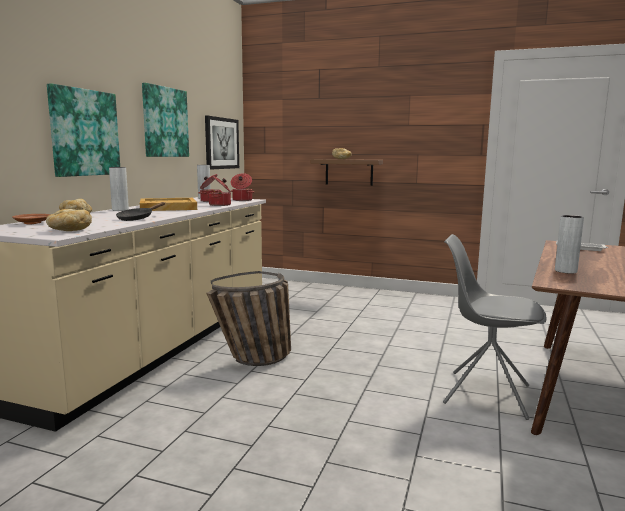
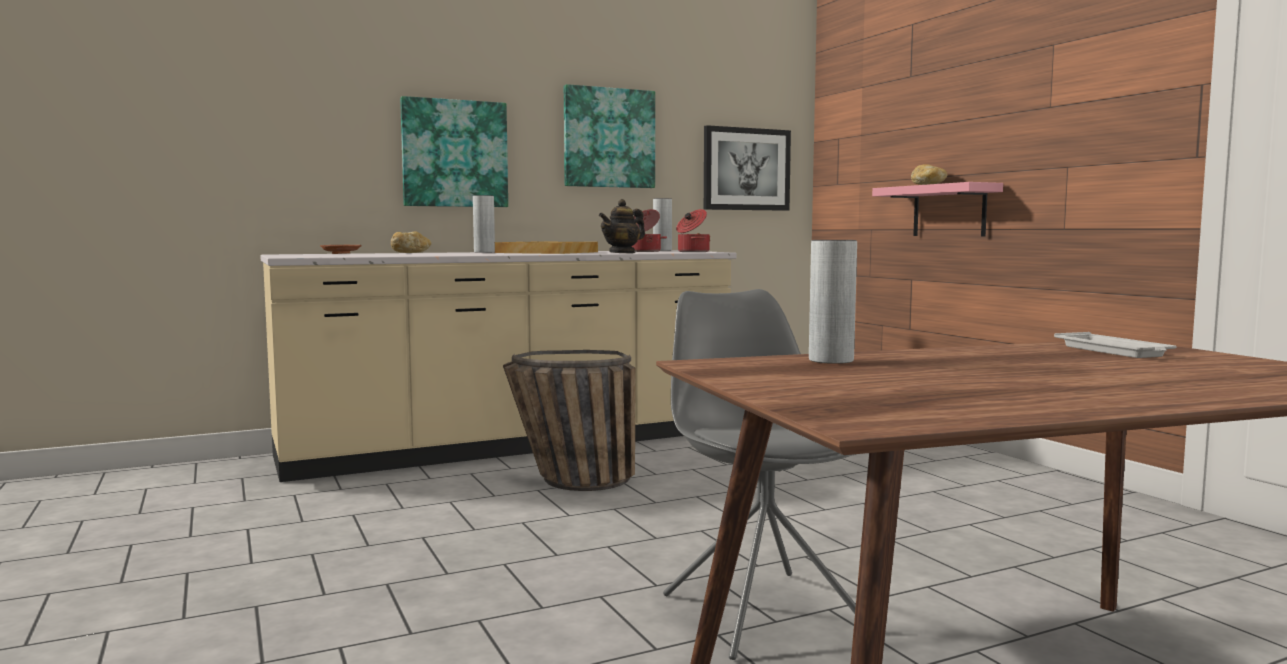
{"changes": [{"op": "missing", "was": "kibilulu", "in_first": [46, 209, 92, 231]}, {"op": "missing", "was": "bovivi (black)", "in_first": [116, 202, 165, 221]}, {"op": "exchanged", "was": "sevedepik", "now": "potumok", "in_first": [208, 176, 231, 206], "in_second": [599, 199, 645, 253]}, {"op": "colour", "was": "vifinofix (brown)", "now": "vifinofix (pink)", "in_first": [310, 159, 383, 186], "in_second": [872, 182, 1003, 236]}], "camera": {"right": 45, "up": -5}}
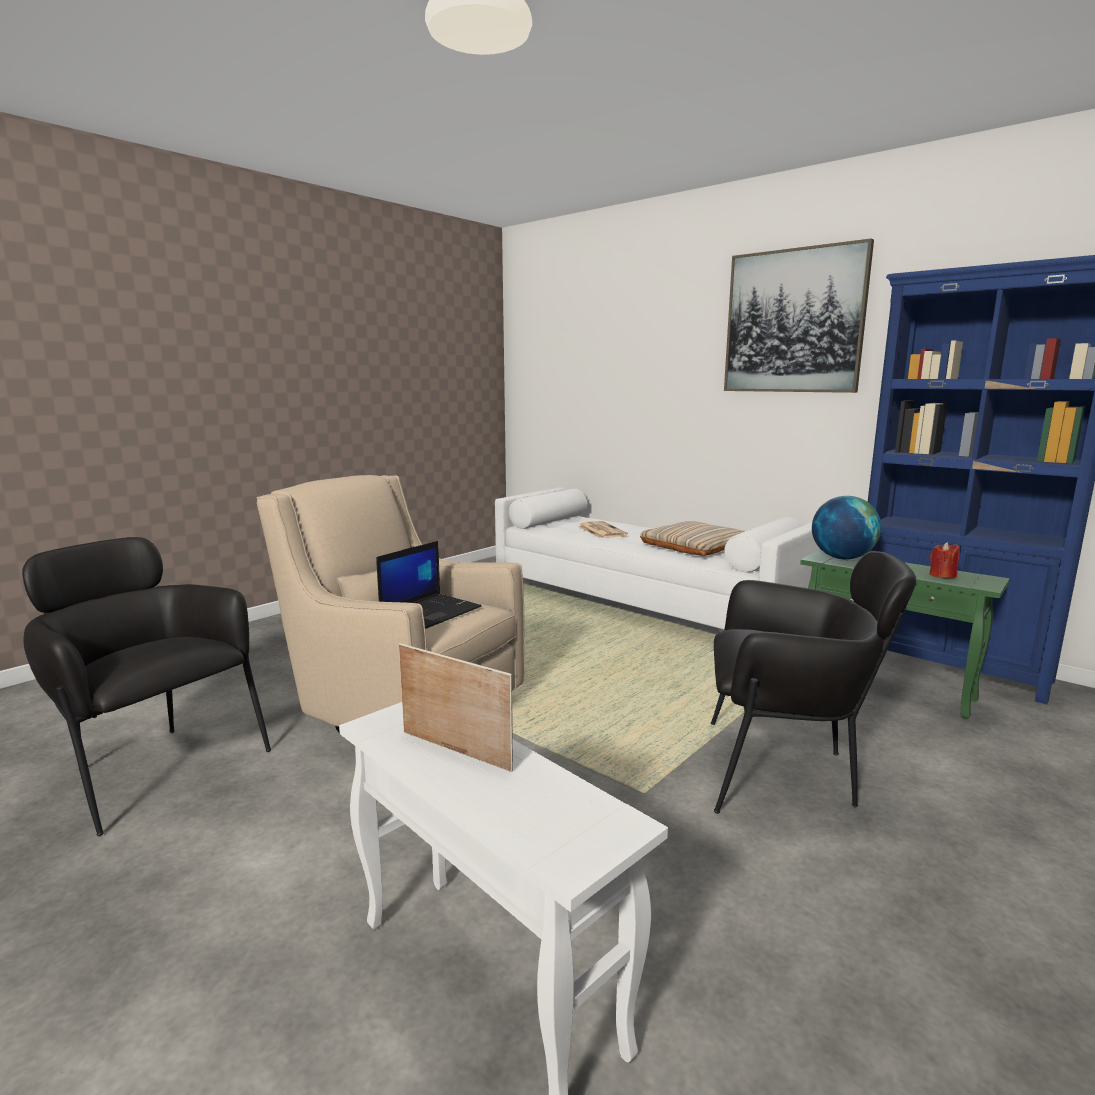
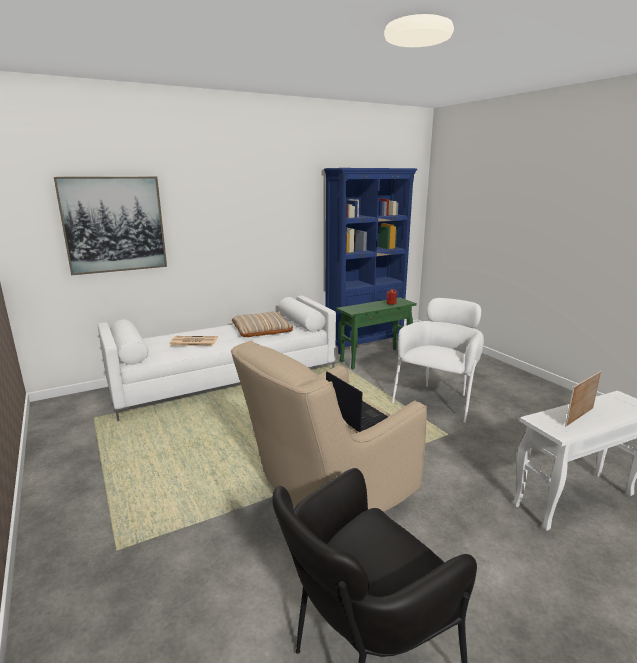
{"changes": [{"op": "missing", "was": "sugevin", "in_first": [812, 496, 881, 559]}, {"op": "relocated", "was": "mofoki", "in_first": [724, 238, 874, 393], "in_second": [54, 177, 167, 275]}, {"op": "colour", "was": "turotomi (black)", "now": "turotomi (white)", "in_first": [711, 551, 916, 814], "in_second": [392, 298, 484, 423]}], "camera": {"right": -70, "up": 5}}
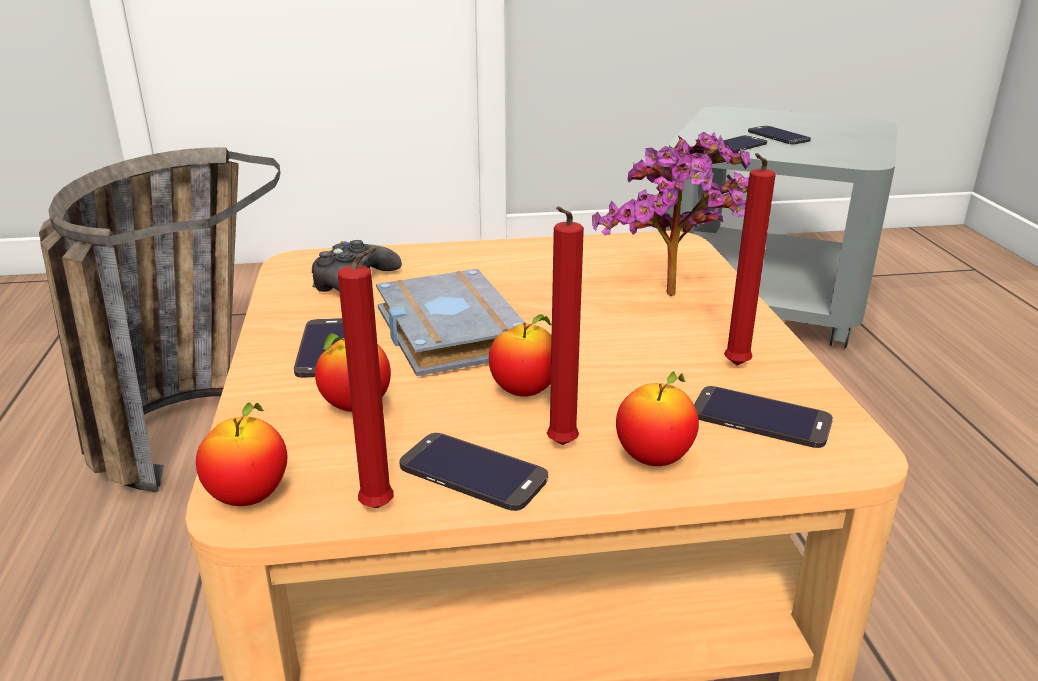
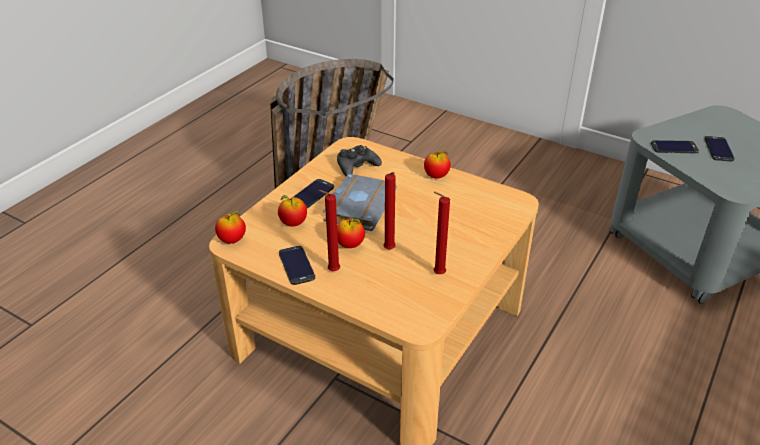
{"changes": [{"op": "missing", "was": "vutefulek", "in_first": [592, 132, 751, 296]}, {"op": "missing", "was": "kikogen", "in_first": [694, 386, 833, 448]}, {"op": "relocated", "was": "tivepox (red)", "in_first": [338, 246, 394, 508], "in_second": [384, 172, 396, 250]}, {"op": "relocated", "was": "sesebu", "in_first": [616, 371, 699, 466], "in_second": [424, 150, 451, 179]}], "camera": {"right": 40, "up": 10}}
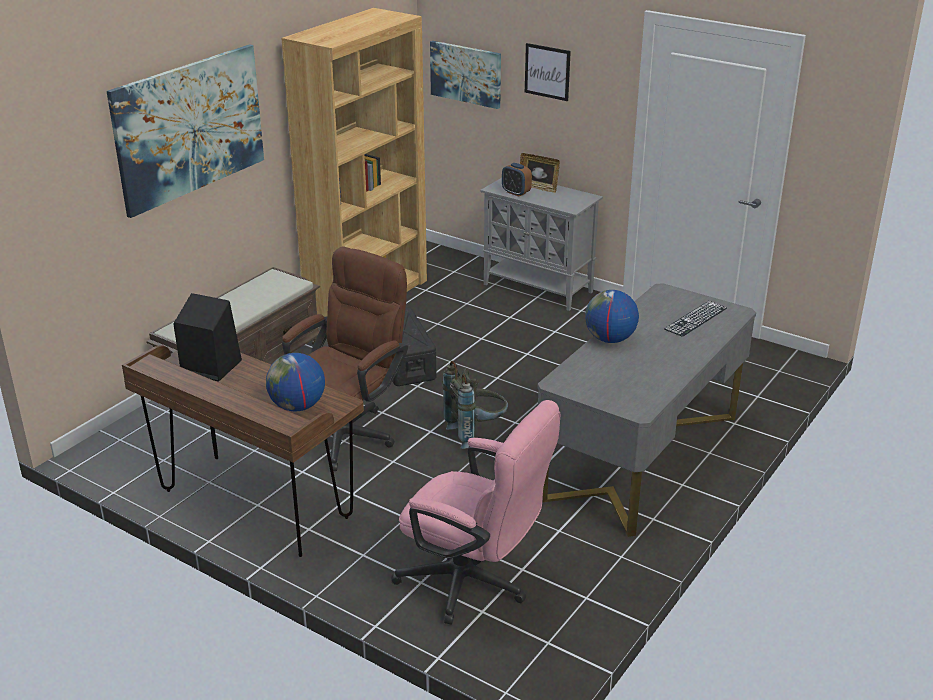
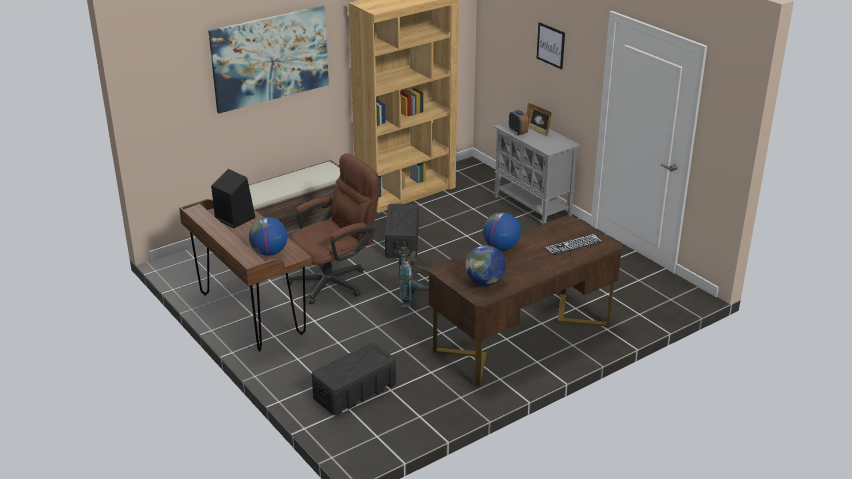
{"changes": [{"op": "missing", "was": "mofoki", "in_first": [430, 41, 501, 109]}, {"op": "appeared", "now": "sugevin", "in_second": [465, 245, 506, 286]}, {"op": "exchanged", "was": "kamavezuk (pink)", "now": "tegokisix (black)", "in_first": [391, 400, 560, 625], "in_second": [312, 343, 396, 416]}, {"op": "colour", "was": "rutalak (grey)", "now": "rutalak (brown)", "in_first": [537, 283, 756, 537], "in_second": [428, 215, 622, 387]}], "camera": {"right": 20, "up": 0}}
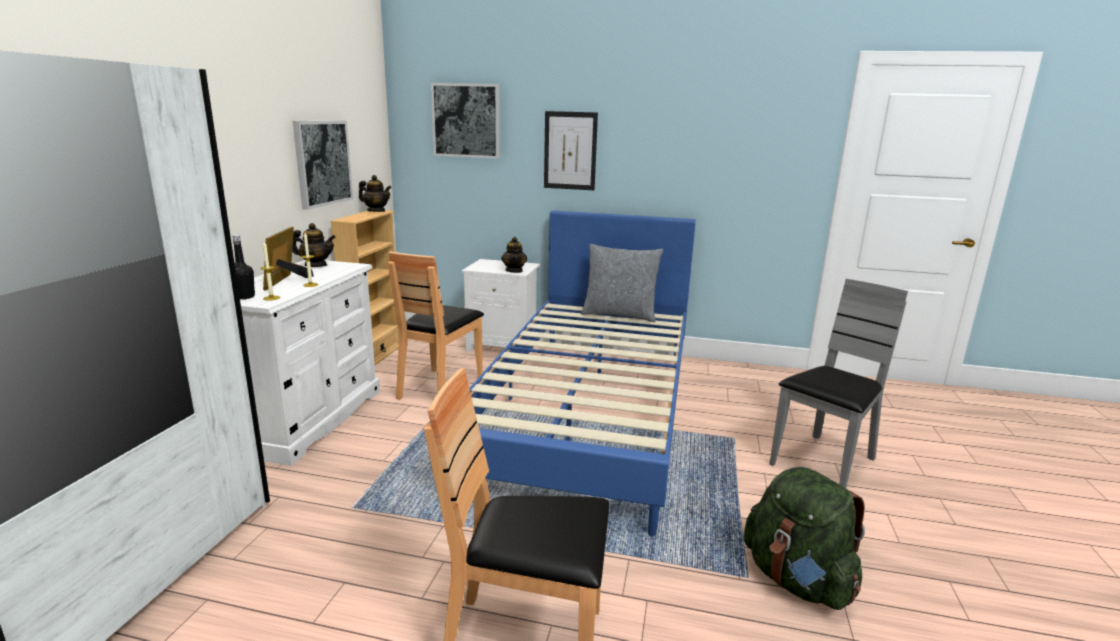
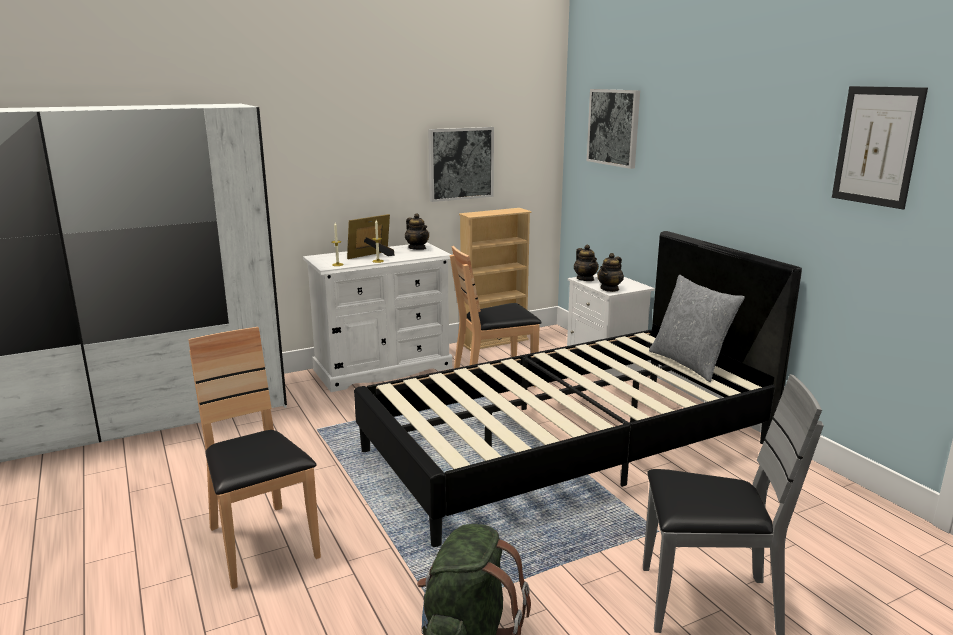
{"changes": [{"op": "missing", "was": "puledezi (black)", "in_first": [232, 235, 255, 299]}, {"op": "relocated", "was": "potumok", "in_first": [359, 175, 391, 212], "in_second": [574, 245, 599, 281]}, {"op": "relocated", "was": "mofoki", "in_first": [544, 111, 598, 190], "in_second": [832, 86, 928, 210]}, {"op": "colour", "was": "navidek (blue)", "now": "navidek (black)", "in_first": [469, 210, 696, 536], "in_second": [354, 231, 802, 547]}], "camera": {"right": 50, "up": 0}}
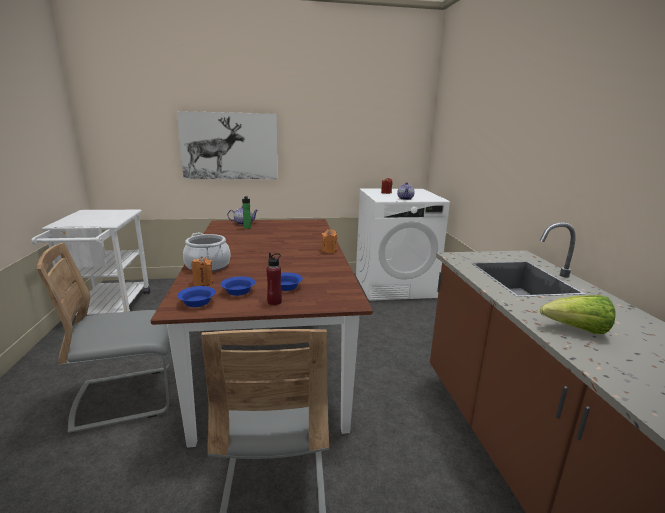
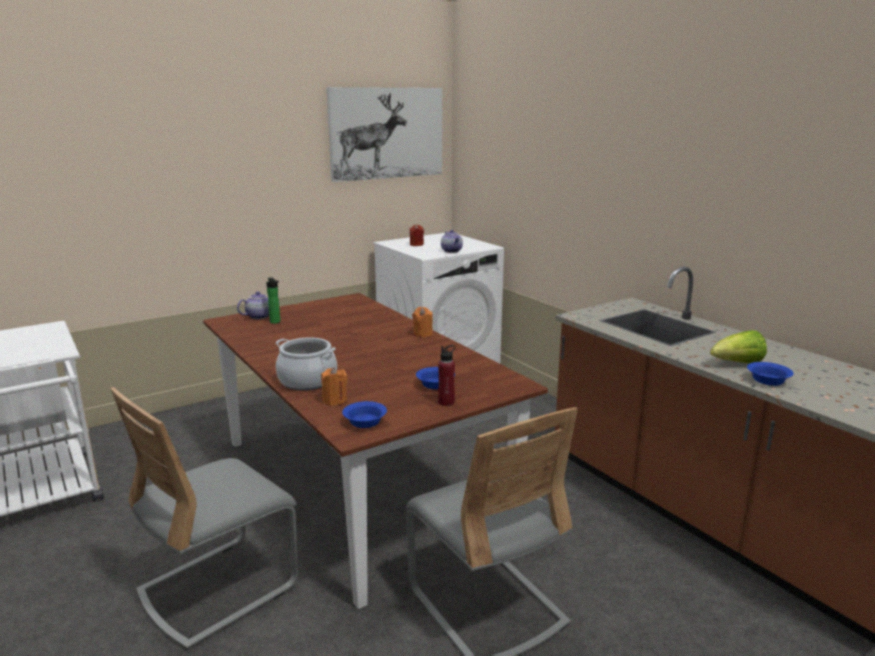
{"changes": [{"op": "relocated", "was": "mofoki", "in_first": [176, 111, 278, 180], "in_second": [327, 87, 442, 182]}, {"op": "relocated", "was": "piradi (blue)", "in_first": [220, 276, 255, 296], "in_second": [747, 362, 794, 386]}], "camera": {"right": -25, "up": 0}}
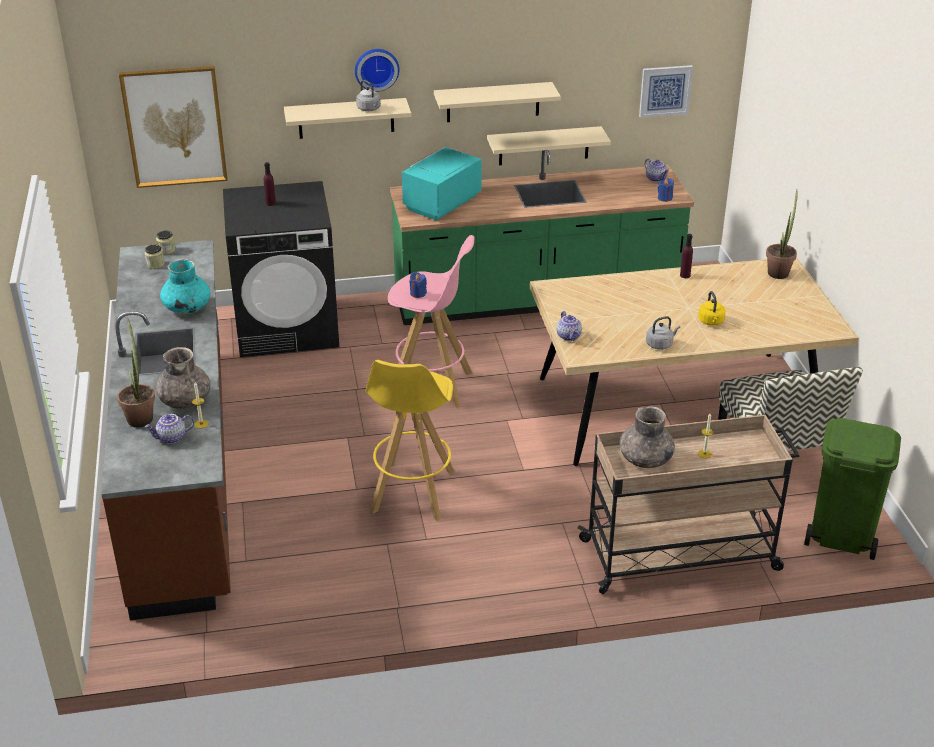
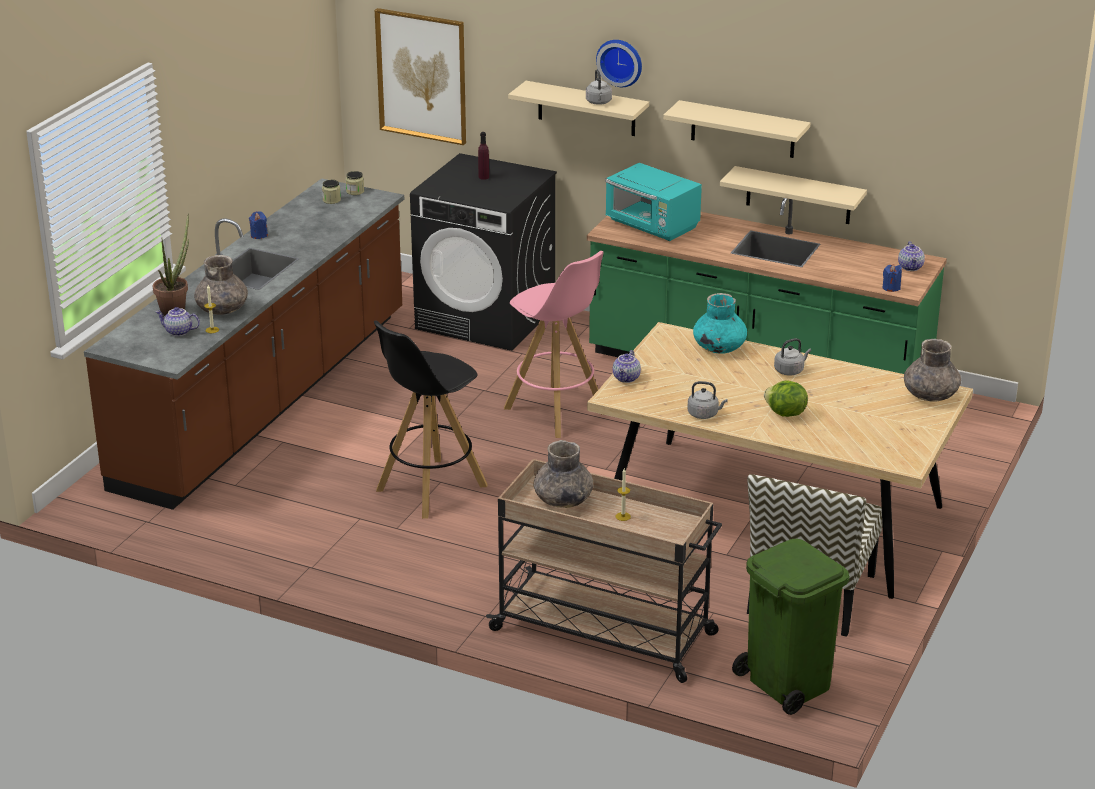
{"changes": [{"op": "missing", "was": "mofoki", "in_first": [639, 65, 693, 118]}, {"op": "missing", "was": "puledezi (purple)", "in_first": [680, 234, 693, 278]}, {"op": "appeared", "now": "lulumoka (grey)", "in_second": [774, 338, 811, 376]}, {"op": "relocated", "was": "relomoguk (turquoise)", "in_first": [160, 258, 210, 314], "in_second": [693, 293, 747, 354]}, {"op": "relocated", "was": "tivepox (blue)", "in_first": [409, 272, 427, 298], "in_second": [249, 211, 268, 239]}, {"op": "exchanged", "was": "lulumoka (yellow)", "now": "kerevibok", "in_first": [698, 291, 726, 326], "in_second": [764, 381, 808, 417]}, {"op": "exchanged", "was": "vutefulek", "now": "relomoguk (grey)", "in_first": [766, 190, 797, 279], "in_second": [904, 339, 961, 401]}, {"op": "colour", "was": "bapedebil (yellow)", "now": "bapedebil (black)", "in_first": [366, 360, 455, 521], "in_second": [374, 321, 488, 519]}, {"op": "spun", "was": "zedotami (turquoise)", "in_first": [402, 147, 482, 220], "in_second": [605, 163, 702, 241], "clockwise": -120}], "camera": {"right": 35, "up": -5}}
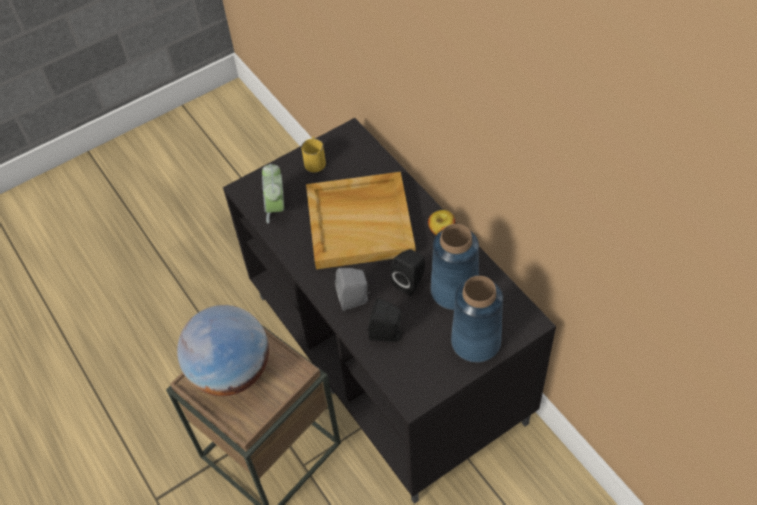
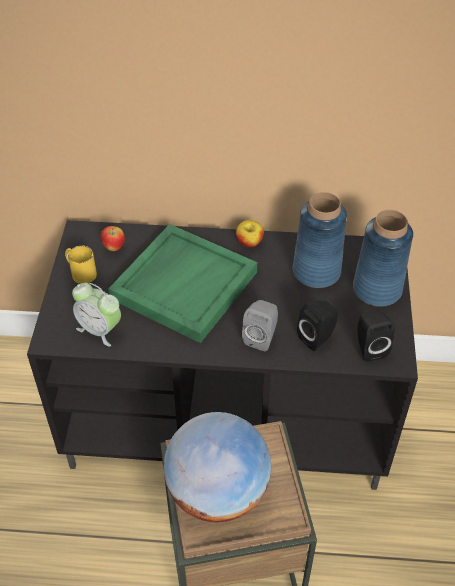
{"changes": [{"op": "appeared", "now": "sesebu", "in_second": [100, 226, 125, 251]}, {"op": "relocated", "was": "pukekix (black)", "in_first": [391, 249, 425, 296], "in_second": [357, 311, 395, 362]}, {"op": "colour", "was": "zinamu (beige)", "now": "zinamu (green)", "in_first": [306, 172, 416, 269], "in_second": [108, 224, 257, 343]}], "camera": {"right": -55, "up": -5}}
